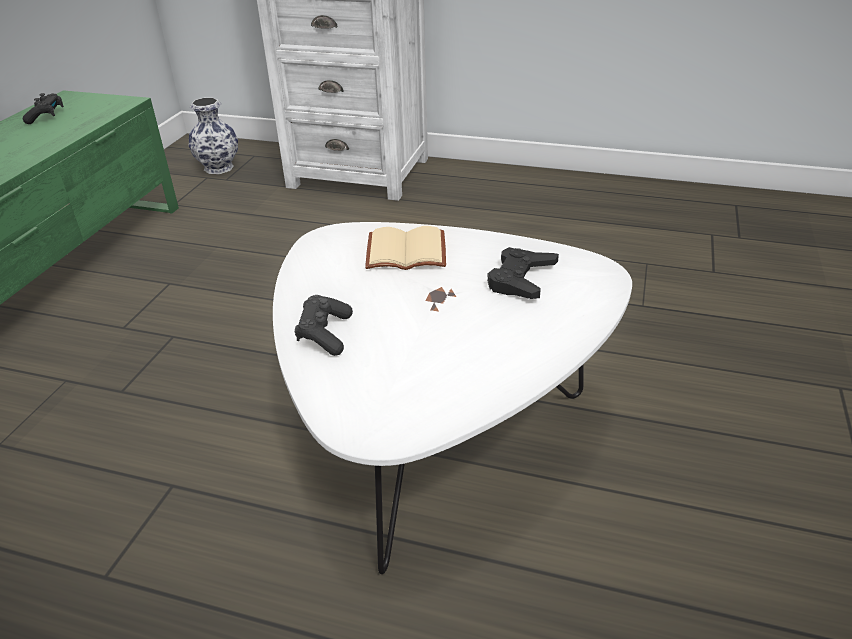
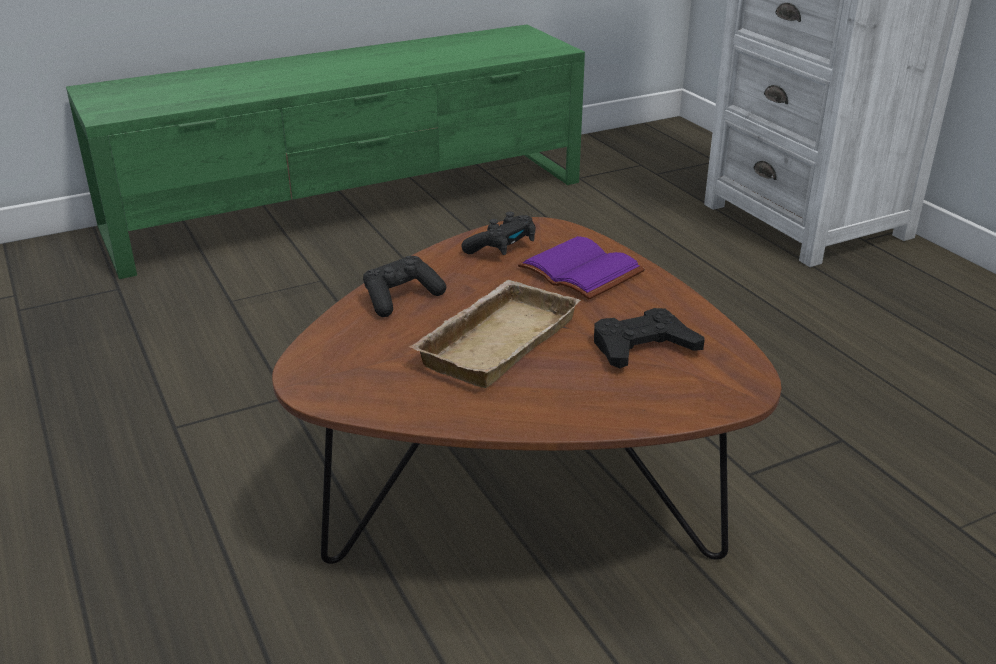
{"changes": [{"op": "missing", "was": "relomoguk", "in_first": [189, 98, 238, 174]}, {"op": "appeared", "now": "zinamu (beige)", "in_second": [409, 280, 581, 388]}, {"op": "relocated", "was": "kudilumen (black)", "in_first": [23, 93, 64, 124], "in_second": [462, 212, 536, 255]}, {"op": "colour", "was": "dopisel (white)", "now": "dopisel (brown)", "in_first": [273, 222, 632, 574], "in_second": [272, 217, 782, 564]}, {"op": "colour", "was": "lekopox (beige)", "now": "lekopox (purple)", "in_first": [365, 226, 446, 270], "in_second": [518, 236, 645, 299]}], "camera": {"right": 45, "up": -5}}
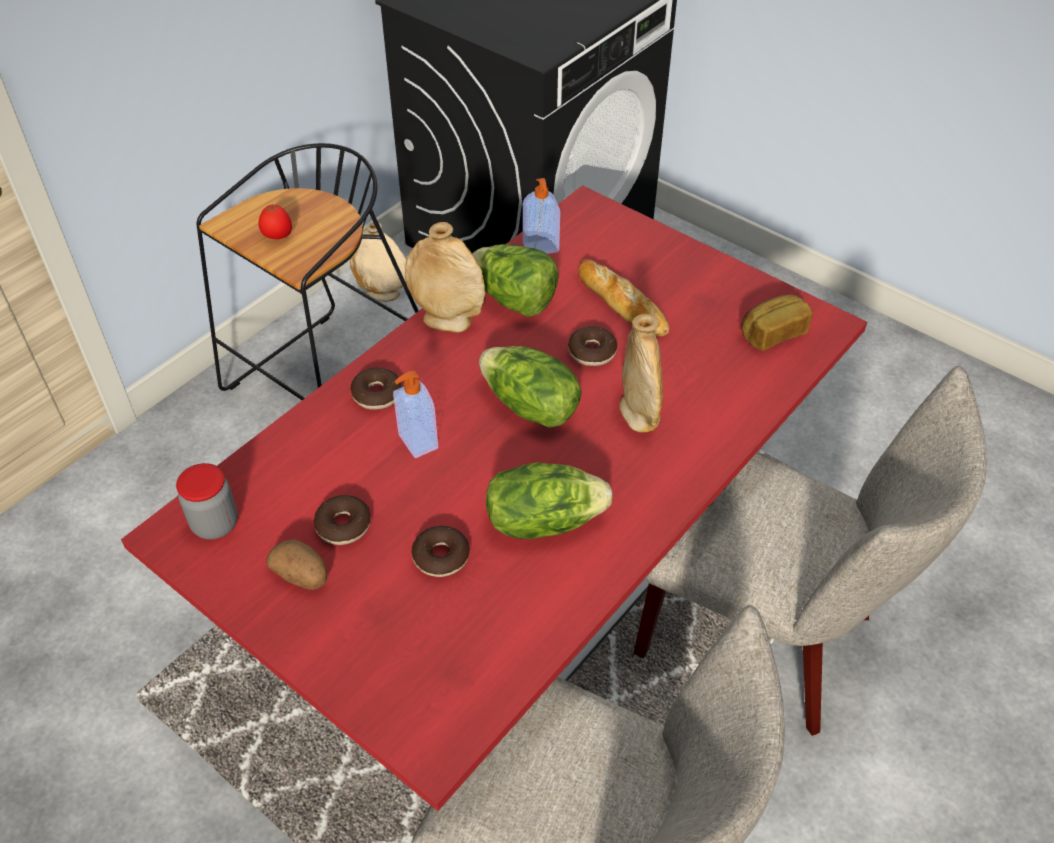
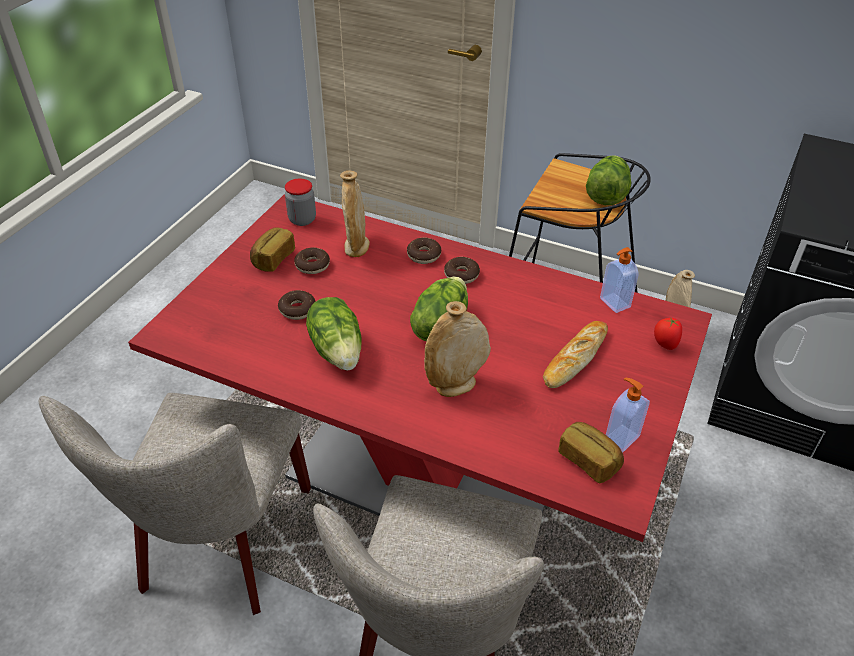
{"changes": [{"op": "relocated", "was": "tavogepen", "in_first": [258, 204, 292, 239], "in_second": [654, 317, 682, 350]}, {"op": "relocated", "was": "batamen", "in_first": [393, 370, 438, 458], "in_second": [606, 378, 650, 453]}, {"op": "relocated", "was": "relomoguk (beige)", "in_first": [405, 222, 486, 333], "in_second": [340, 171, 370, 257]}, {"op": "relocated", "was": "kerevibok", "in_first": [472, 244, 559, 317], "in_second": [586, 156, 631, 205]}, {"op": "relocated", "was": "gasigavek", "in_first": [568, 326, 617, 366], "in_second": [444, 257, 480, 284]}, {"op": "exchanged", "was": "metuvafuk", "now": "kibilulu", "in_first": [266, 539, 327, 590], "in_second": [250, 227, 295, 271]}], "camera": {"right": 75, "up": -5}}
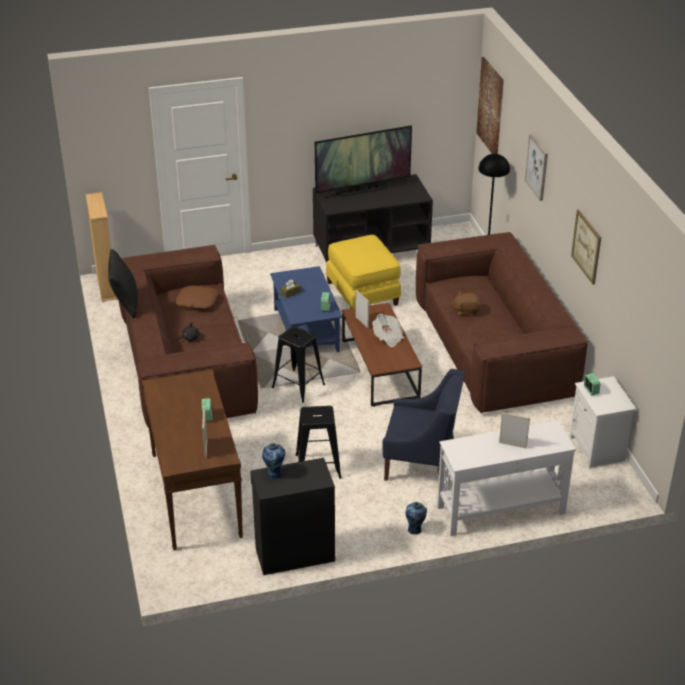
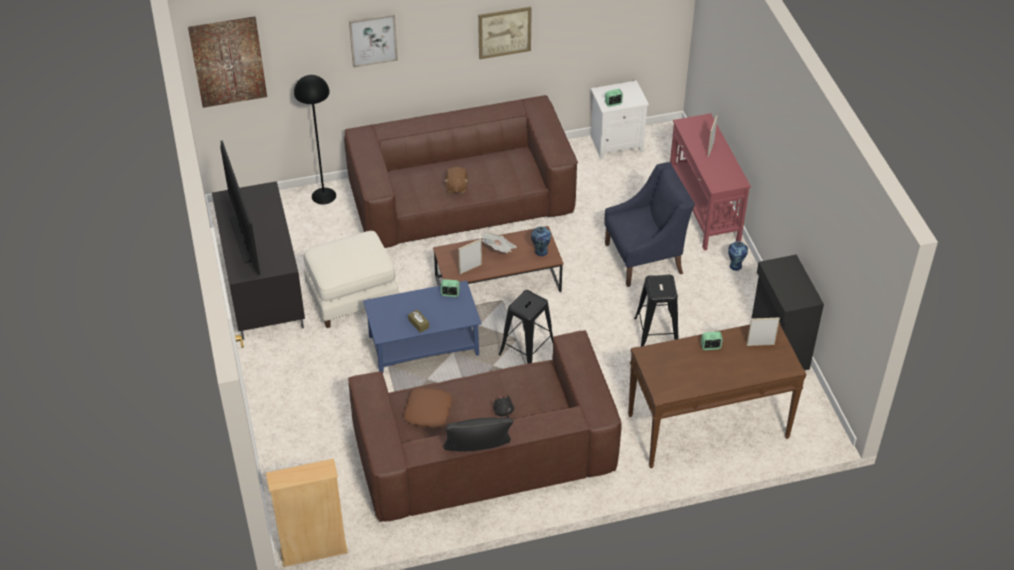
{"changes": [{"op": "relocated", "was": "relomoguk", "in_first": [262, 443, 285, 479], "in_second": [531, 227, 551, 256]}, {"op": "colour", "was": "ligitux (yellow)", "now": "ligitux (white)", "in_first": [326, 235, 401, 308], "in_second": [304, 231, 399, 328]}, {"op": "colour", "was": "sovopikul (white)", "now": "sovopikul (red)", "in_first": [437, 421, 576, 536], "in_second": [670, 113, 751, 251]}, {"op": "spun", "was": "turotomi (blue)", "in_first": [382, 369, 465, 481], "in_second": [604, 162, 695, 287], "clockwise": 60}], "camera": {"right": -90, "up": 10}}
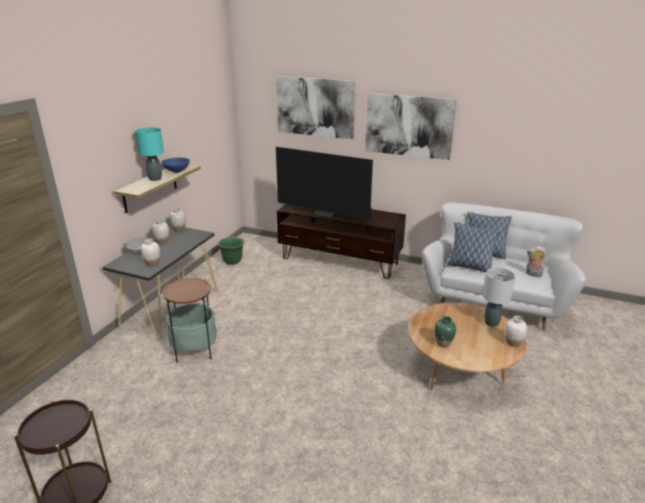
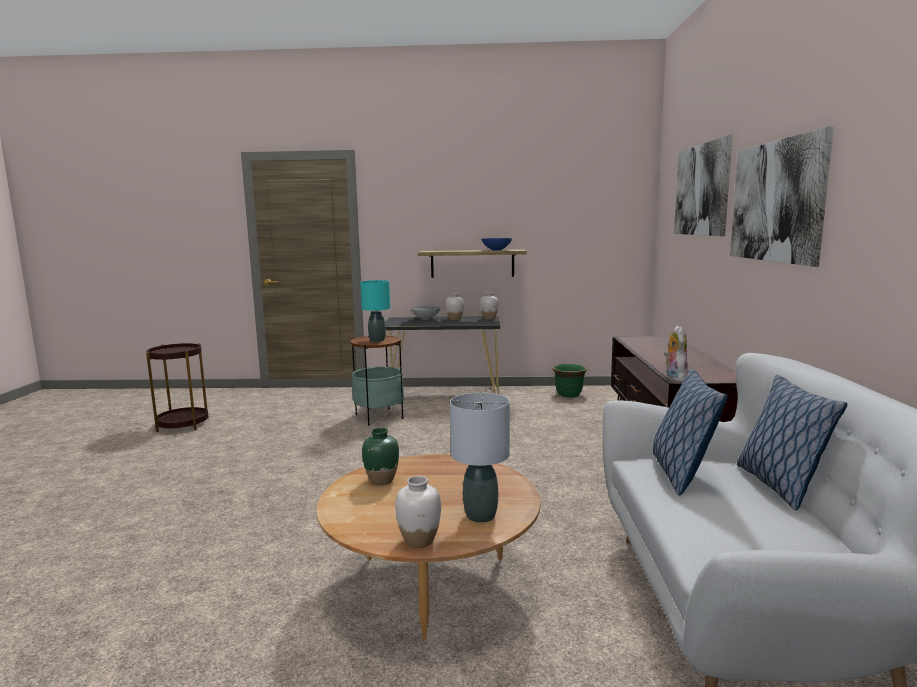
{"changes": [{"op": "missing", "was": "relomoguk (white)", "in_first": [141, 239, 160, 266]}, {"op": "missing", "was": "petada", "in_first": [276, 147, 373, 220]}, {"op": "relocated", "was": "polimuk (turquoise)", "in_first": [135, 127, 164, 181], "in_second": [360, 280, 390, 342]}, {"op": "relocated", "was": "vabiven", "in_first": [526, 246, 546, 277], "in_second": [664, 326, 689, 382]}], "camera": {"right": 70, "up": -15}}
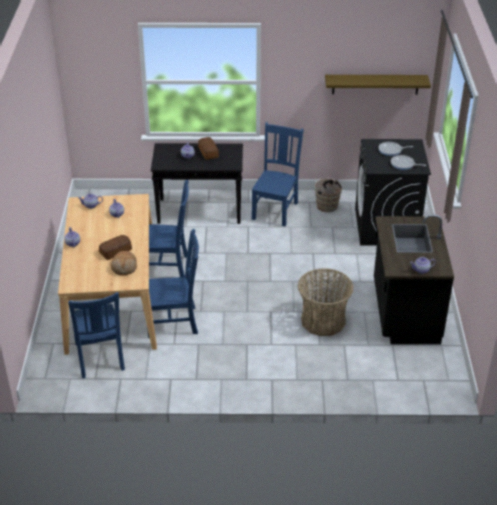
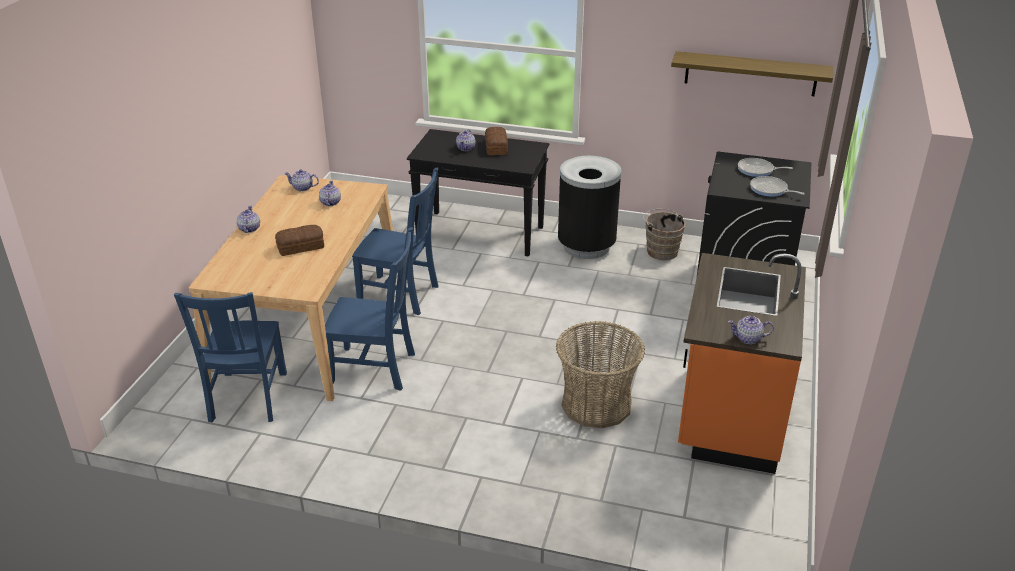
{"changes": [{"op": "missing", "was": "kibilulu", "in_first": [111, 251, 137, 275]}, {"op": "exchanged", "was": "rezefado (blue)", "now": "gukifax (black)", "in_first": [252, 122, 304, 227], "in_second": [558, 156, 621, 259]}, {"op": "colour", "was": "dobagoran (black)", "now": "dobagoran (orange)", "in_first": [374, 215, 454, 345], "in_second": [678, 253, 806, 474]}], "camera": {"right": 15, "up": -5}}
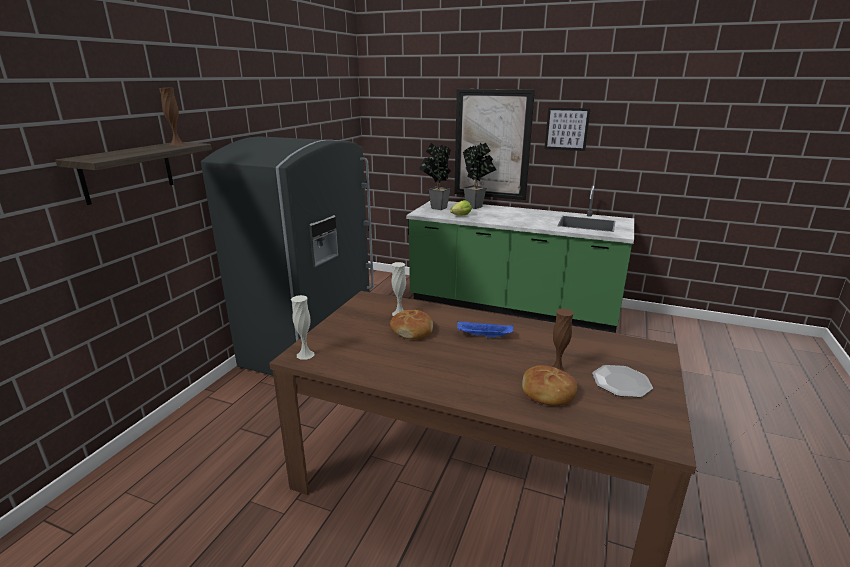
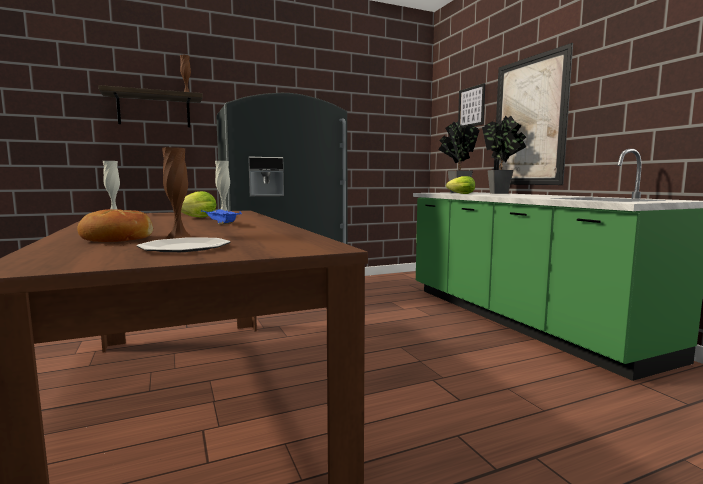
{"changes": [{"op": "relocated", "was": "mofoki", "in_first": [544, 107, 591, 151], "in_second": [458, 83, 485, 128]}, {"op": "exchanged", "was": "kibilulu", "now": "kerevibok", "in_first": [390, 310, 433, 339], "in_second": [181, 191, 217, 217]}], "camera": {"right": 45, "up": -15}}
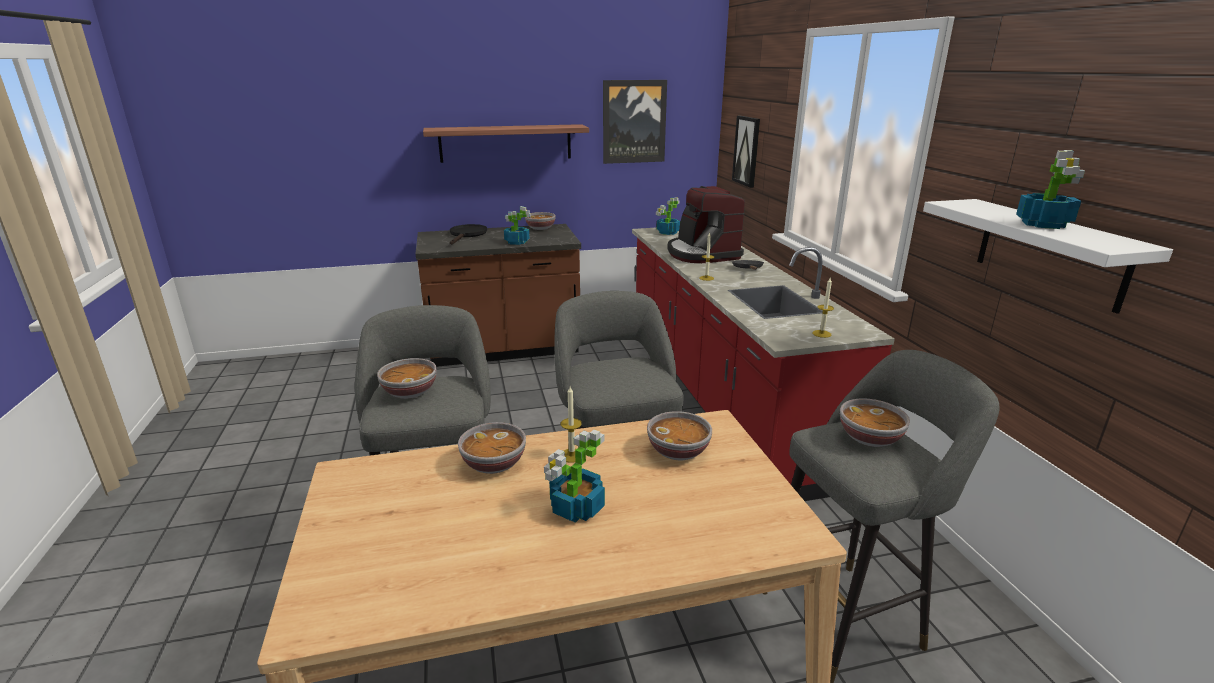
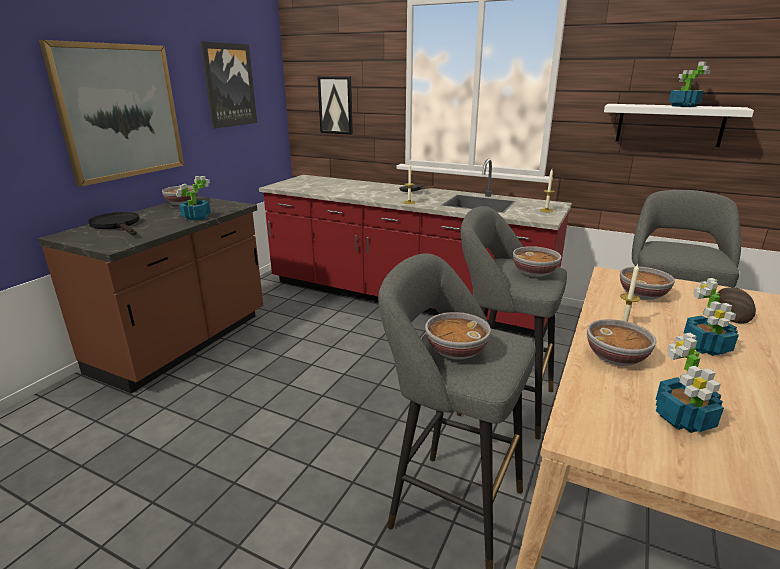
{"changes": [{"op": "missing", "was": "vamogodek", "in_first": [667, 186, 745, 263]}, {"op": "appeared", "now": "kibilulu", "in_second": [718, 287, 756, 324]}, {"op": "relocated", "was": "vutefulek", "in_first": [656, 197, 680, 235], "in_second": [656, 333, 724, 433]}, {"op": "relocated", "was": "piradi", "in_first": [840, 398, 910, 447], "in_second": [513, 246, 561, 277]}, {"op": "exchanged", "was": "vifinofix", "now": "mofoki", "in_first": [423, 124, 589, 163], "in_second": [39, 40, 184, 187]}], "camera": {"right": -50, "up": 0}}
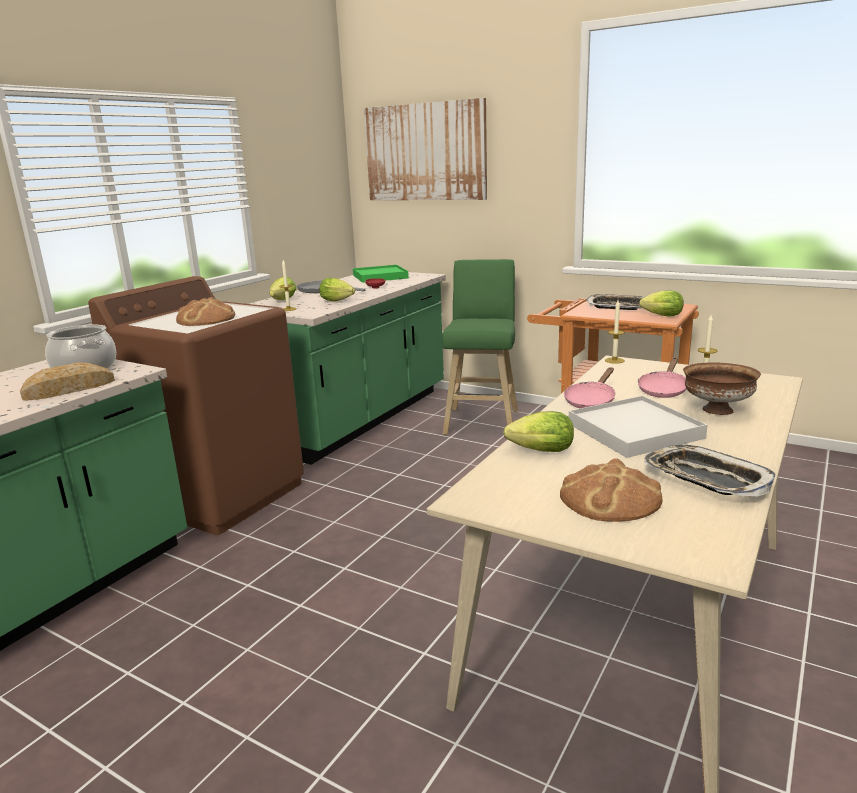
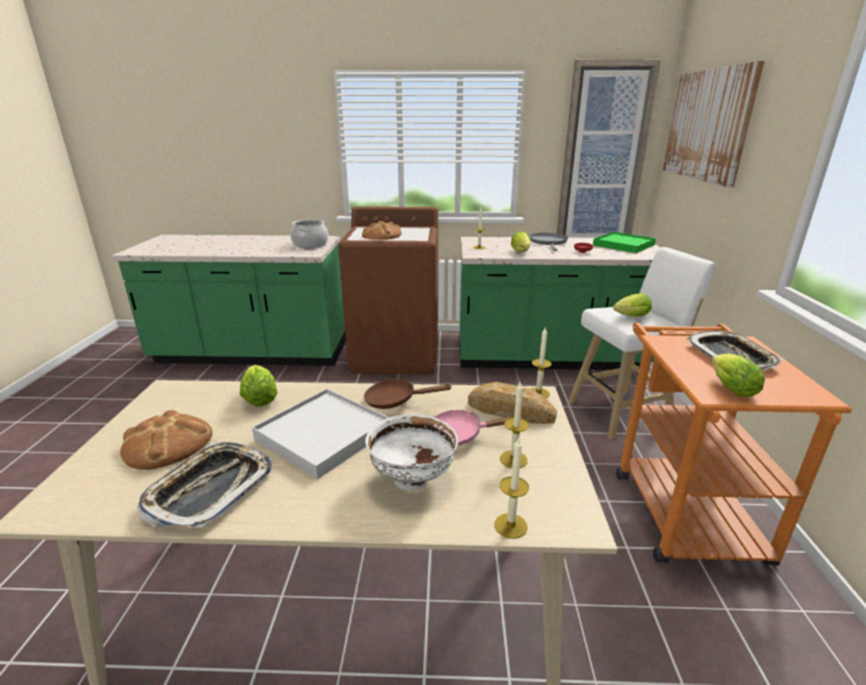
{"changes": [{"op": "appeared", "now": "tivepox", "in_second": [495, 437, 529, 539]}, {"op": "appeared", "now": "mofoki", "in_second": [557, 60, 661, 238]}, {"op": "relocated", "was": "kibilulu", "in_first": [20, 362, 115, 400], "in_second": [468, 382, 557, 424]}, {"op": "relocated", "was": "kerevibok", "in_first": [269, 277, 296, 300], "in_second": [613, 293, 652, 317]}, {"op": "colour", "was": "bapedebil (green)", "now": "bapedebil (white)", "in_first": [442, 259, 518, 435], "in_second": [568, 247, 715, 439]}, {"op": "colour", "was": "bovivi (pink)", "now": "bovivi (brown)", "in_first": [564, 367, 615, 408], "in_second": [364, 379, 452, 409]}, {"op": "colour", "was": "piradi (brown)", "now": "piradi (white)", "in_first": [683, 362, 761, 415], "in_second": [365, 414, 458, 491]}], "camera": {"right": 60, "up": 5}}
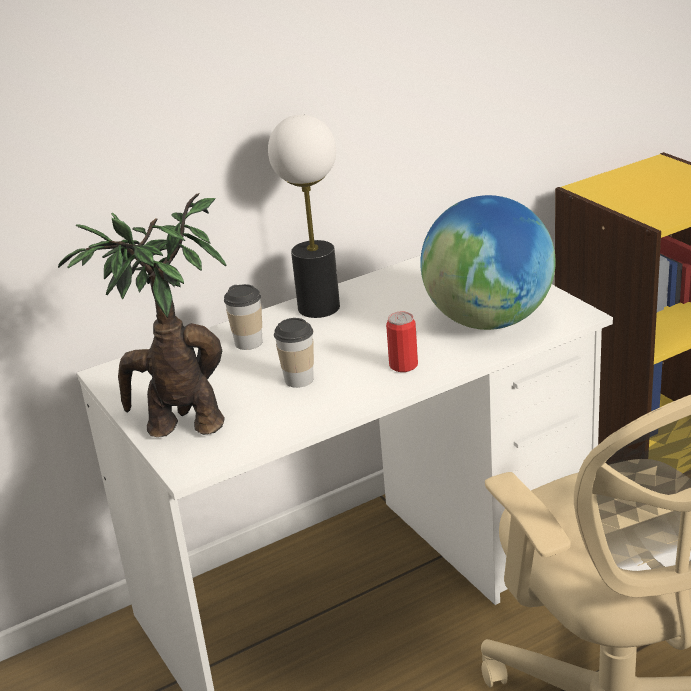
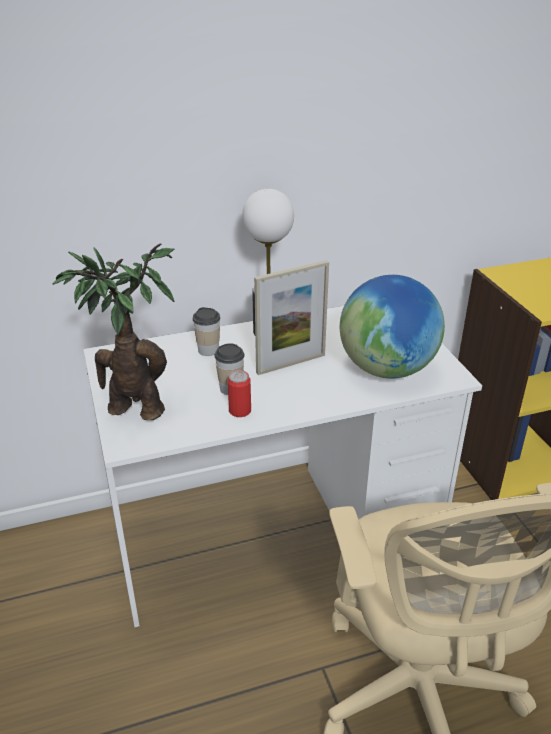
{"changes": [{"op": "appeared", "now": "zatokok", "in_second": [254, 260, 329, 375]}, {"op": "relocated", "was": "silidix", "in_first": [386, 311, 418, 372], "in_second": [228, 370, 251, 417]}], "camera": {"right": 10, "up": 5}}
